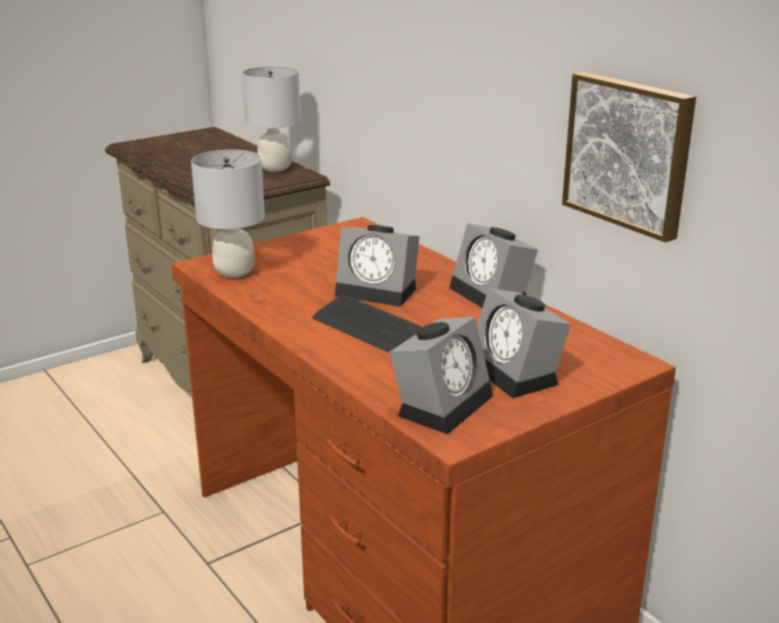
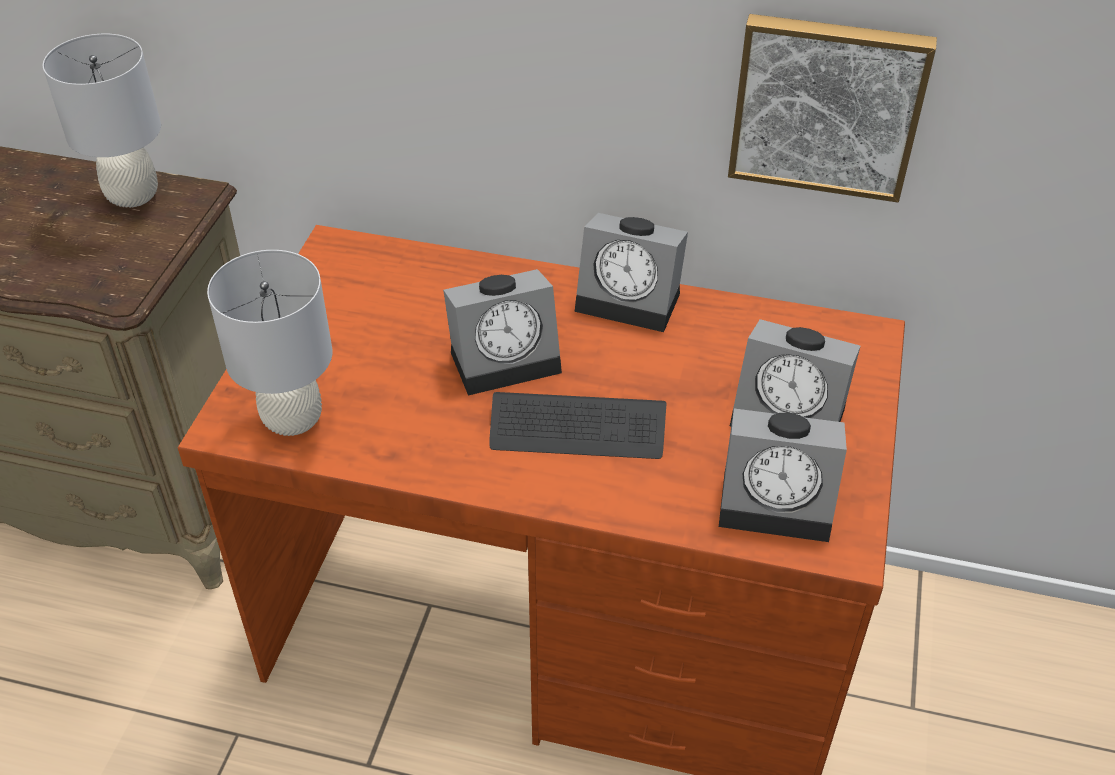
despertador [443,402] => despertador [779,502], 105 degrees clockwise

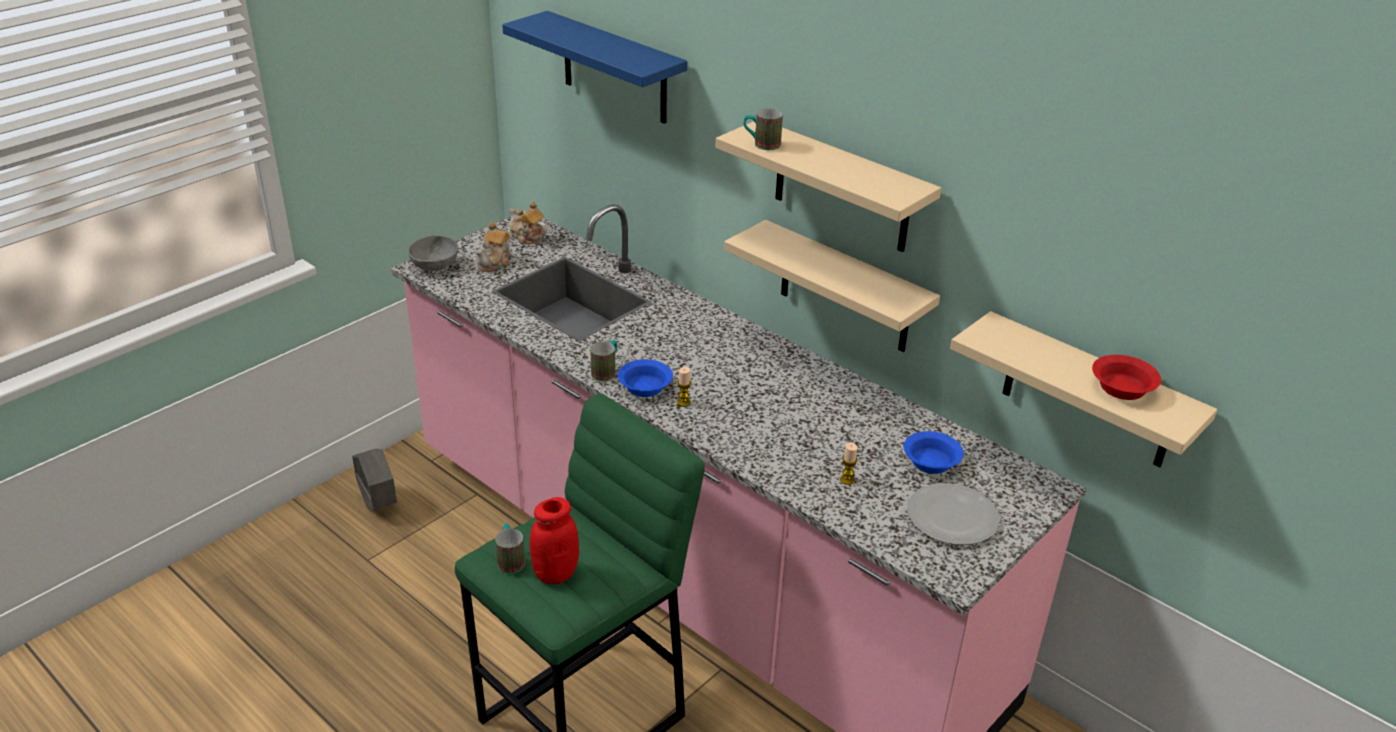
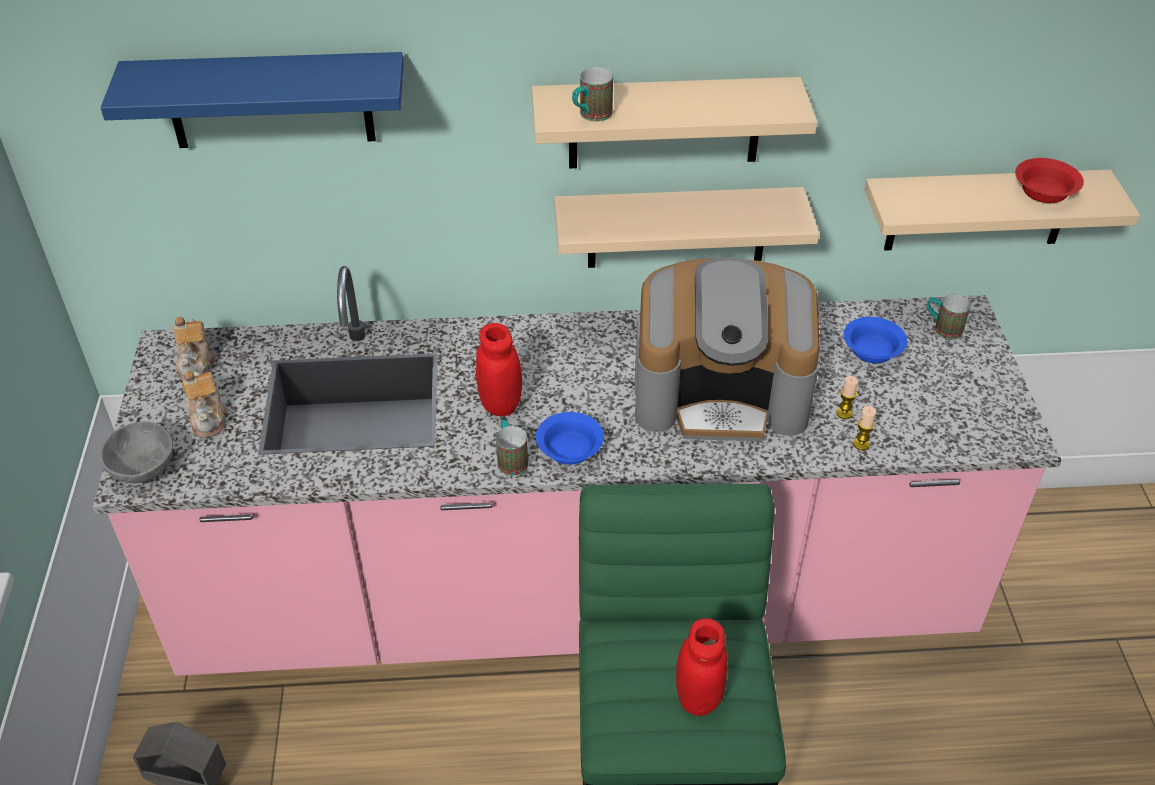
plato [953,518] => nothing
nothing => tarro [rojo] [500,404]
nothing => cafetera [721,393]
taza grande [510,559] => taza grande [942,328], move
vela [683,402] => vela [861,444], move
tetera [527,237] => tetera [196,363], 90 degrees counterclockwise

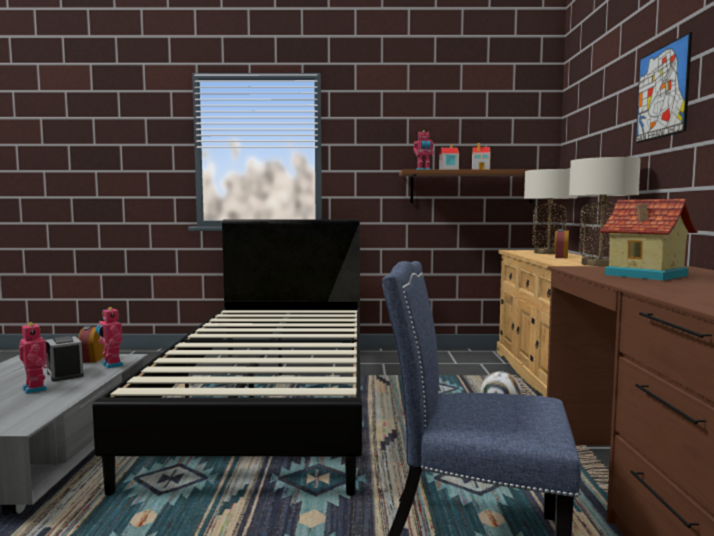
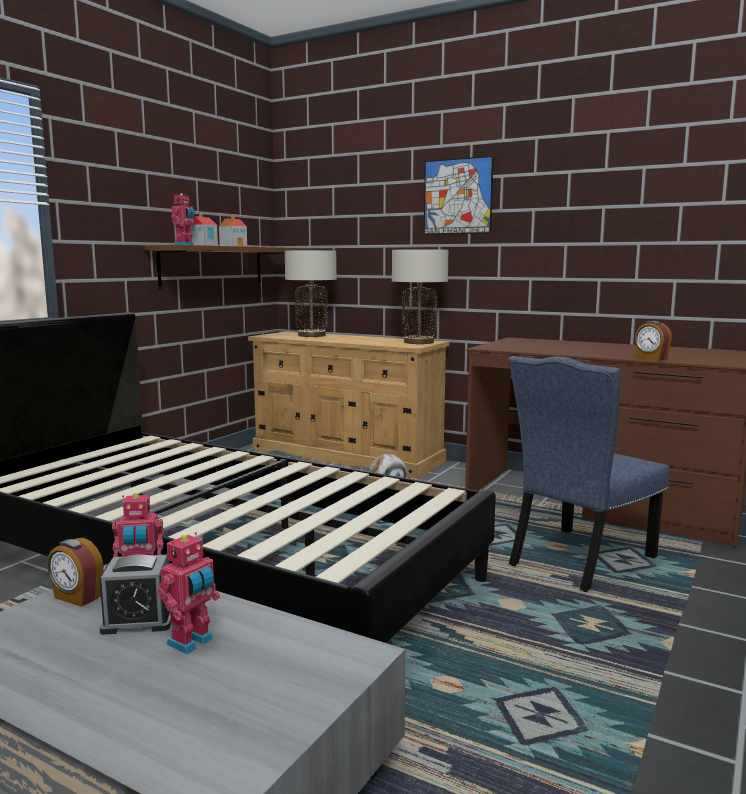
casita [645,275] => nothing
despertador [560,257] => despertador [651,358], move
robot de juguete [37,389] => robot de juguete [192,642], 135 degrees clockwise

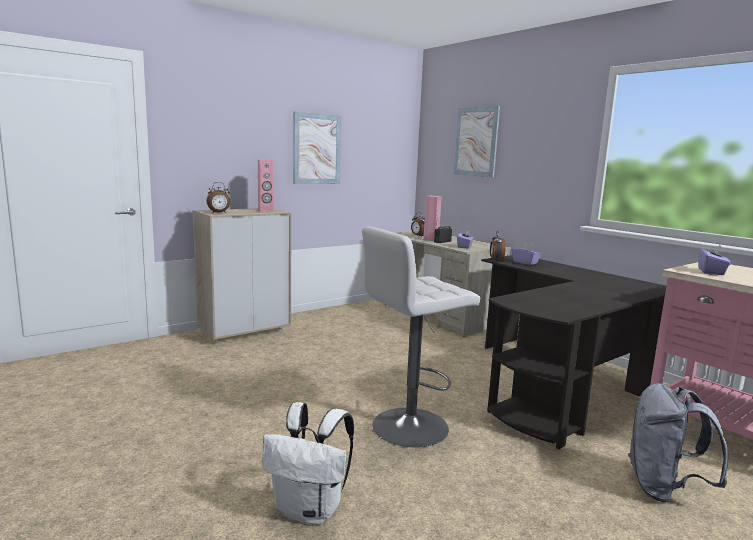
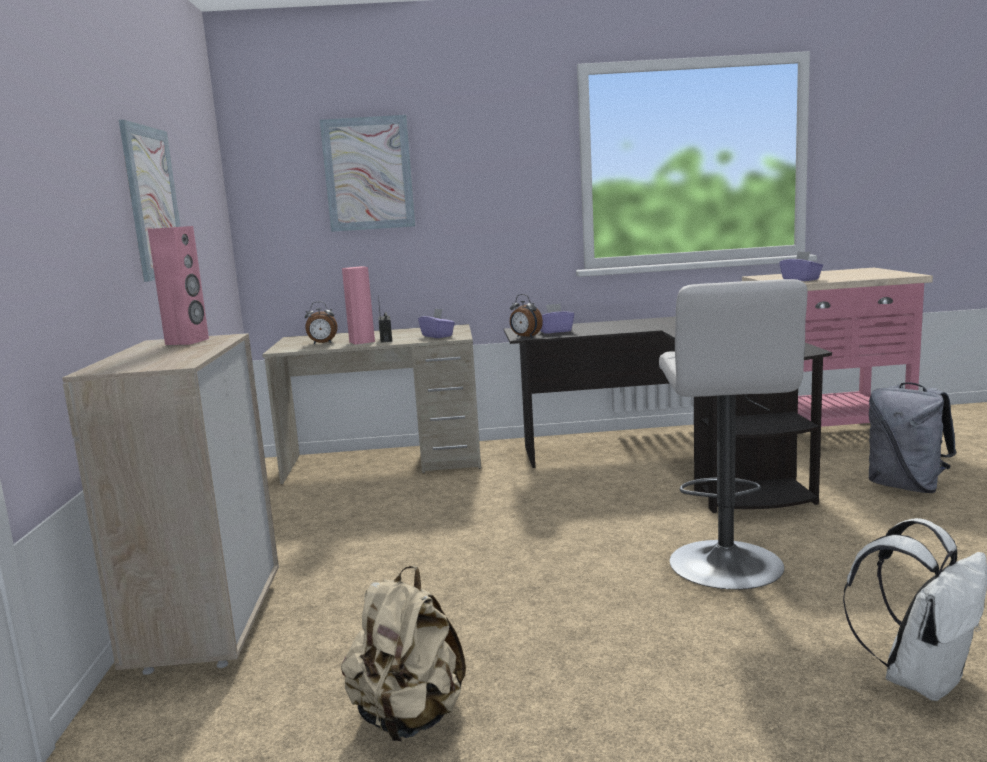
despertador [219,213] => nothing
nothing => mochila [beis] [409,718]

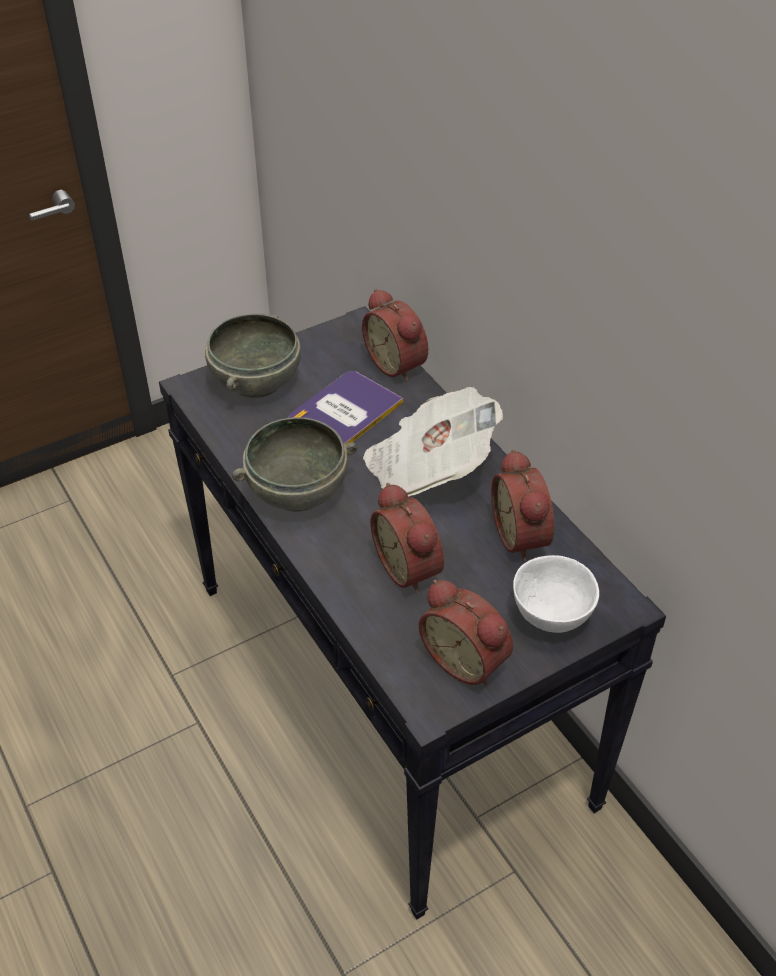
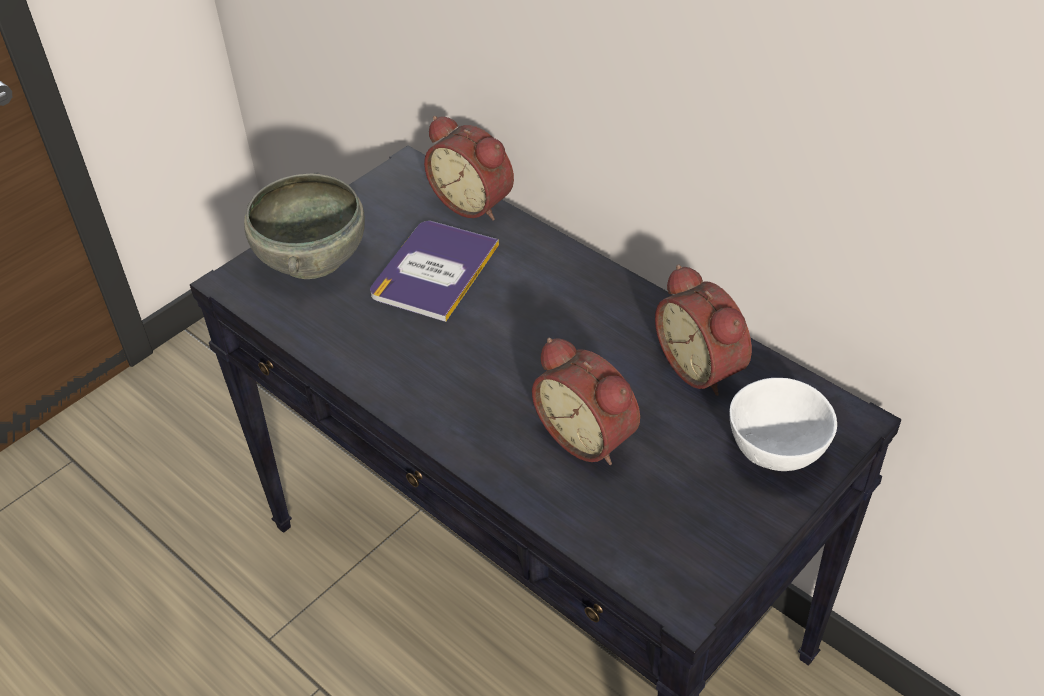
cuenco [gris] [297,490] => nothing
periódico [428,468] => nothing
despertador [467,659] => nothing

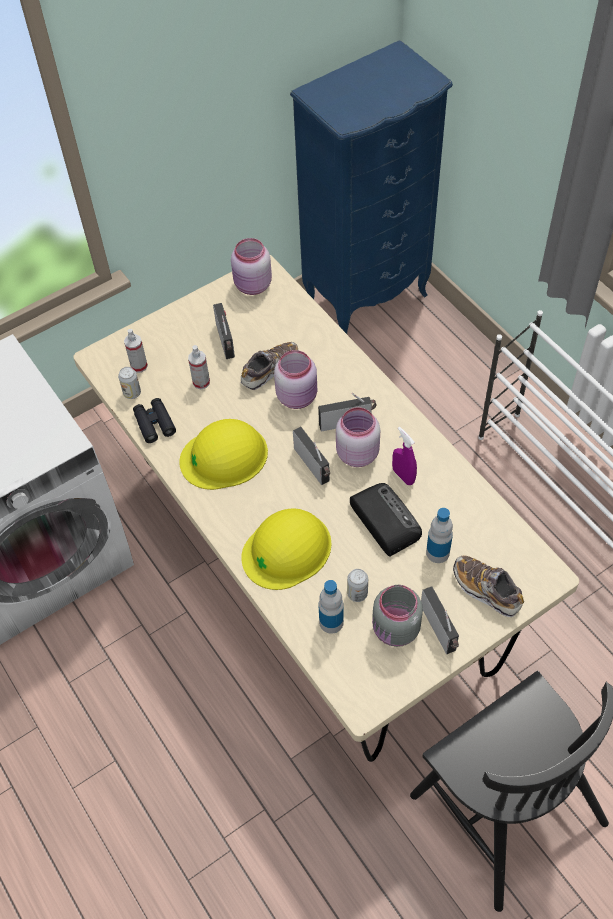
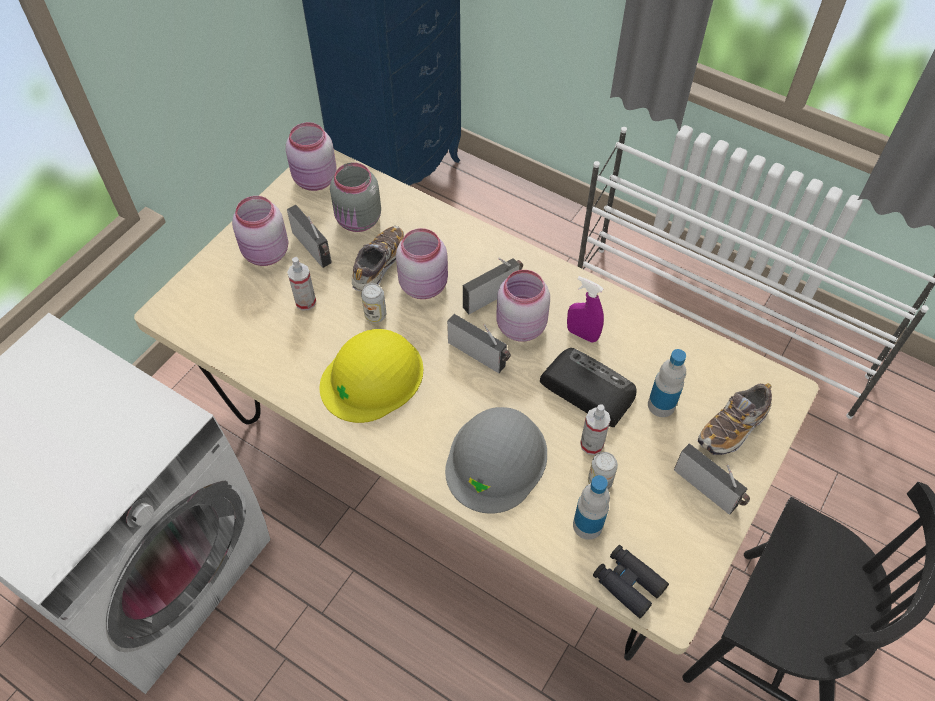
nothing => tarro [rosa] [266,254]
lata [132,393] => lata [375,315], move
pulverizador [139,366] => pulverizador [591,444], move
prismáticos [negro] [154,423] => prismáticos [negro] [628,583], move
tarro [gris] [395,630] => tarro [gris] [358,221], move
casco [amarillo] [287,549] => casco [gris] [496,459]
zapato [486,590] => zapato [732,428], 60 degrees counterclockwise

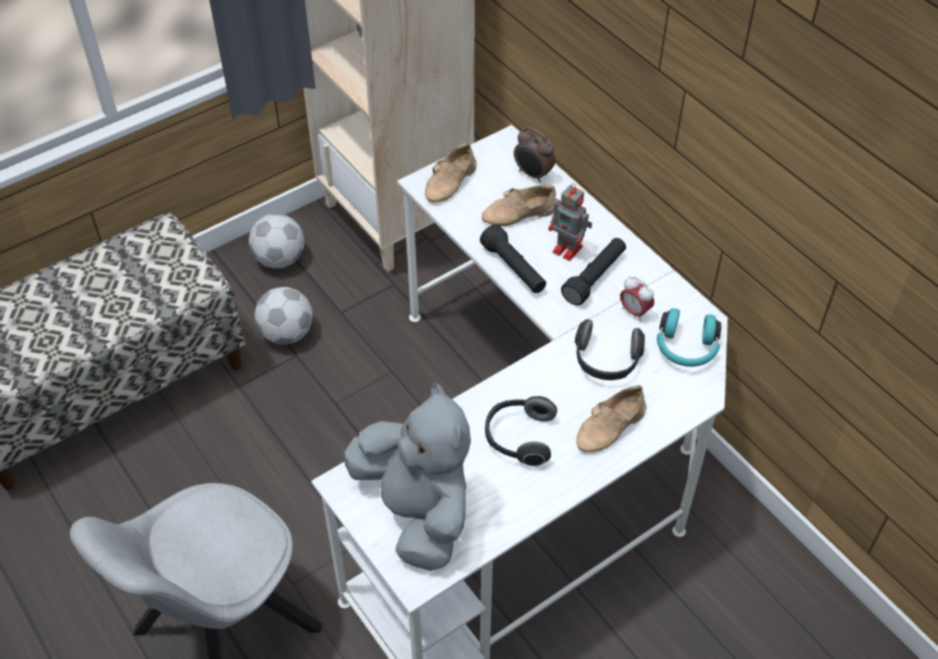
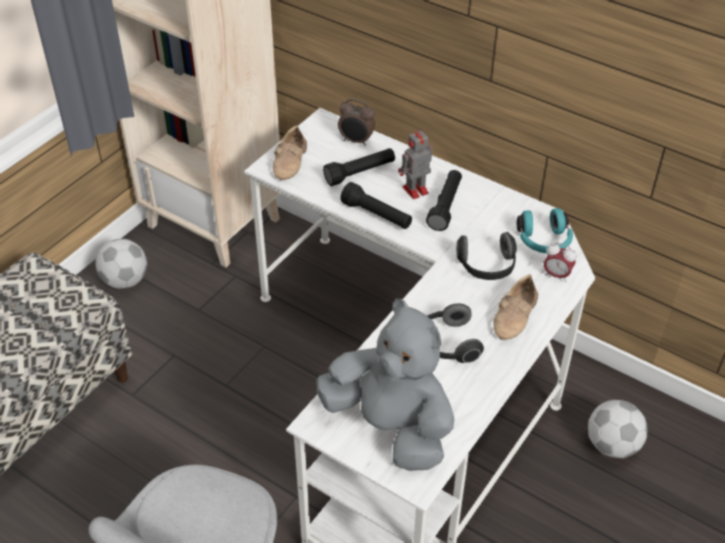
balón de fútbol [287,333] => balón de fútbol [613,445], move
despertador [634,312] => despertador [556,275], move
zapato [beis] [519,214] => linterna [negro] [360,173]
robot de juguete [569,250] => robot de juguete [414,190], 135 degrees clockwise

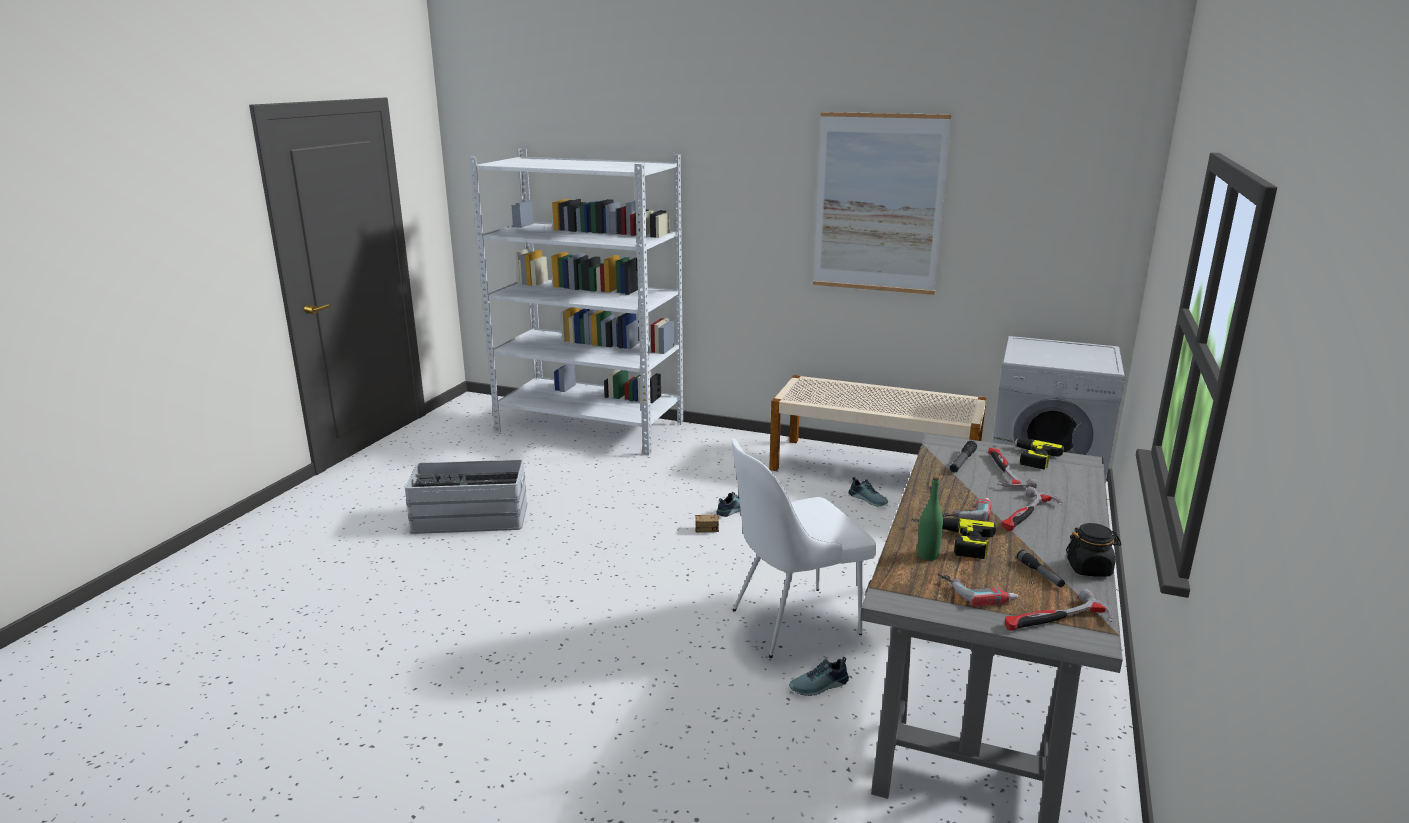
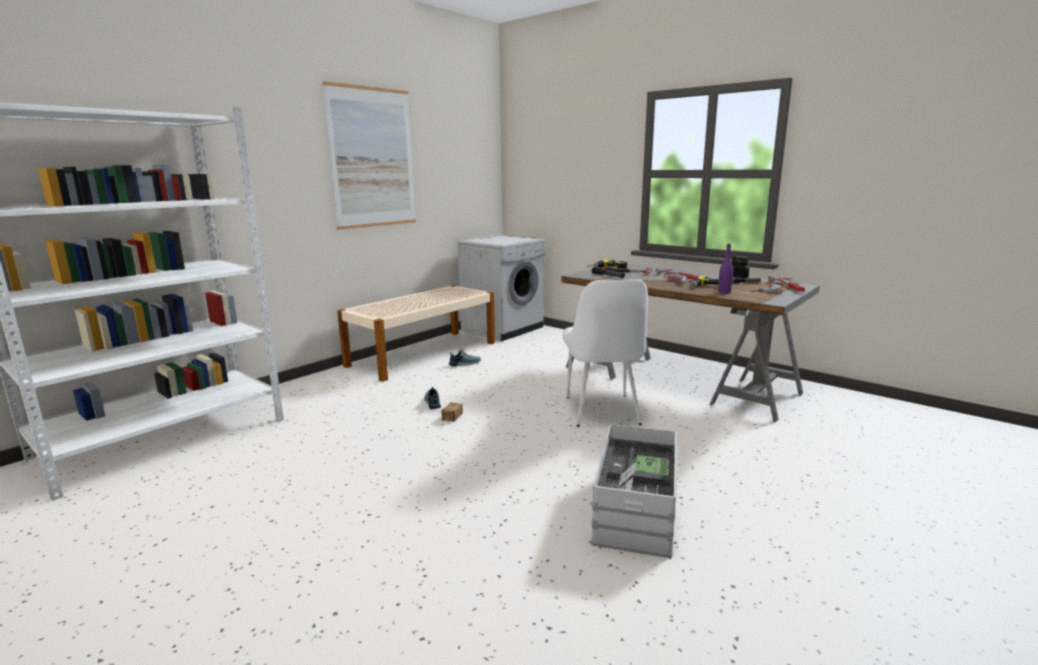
zapato [819,686] => nothing
caja de almacenaje [gris] [470,518] => caja de almacenaje [gris] [637,510], move
botella [verde] [928,555] => botella [morado] [724,292]

